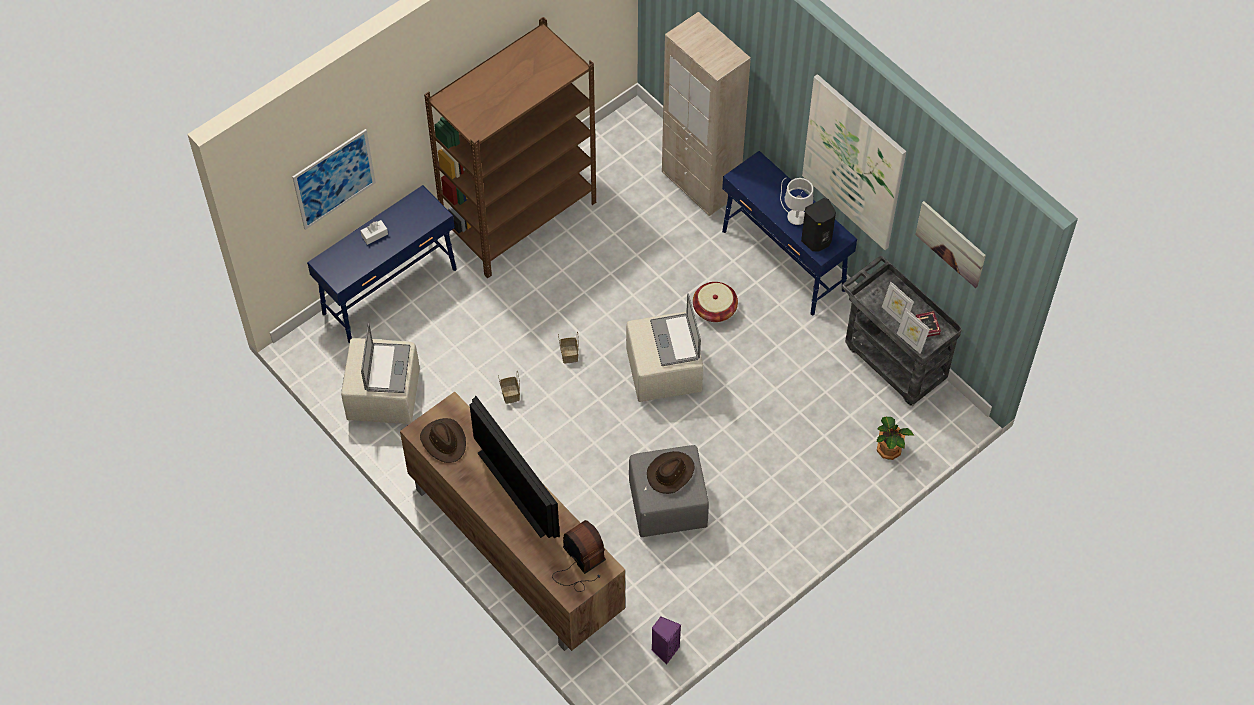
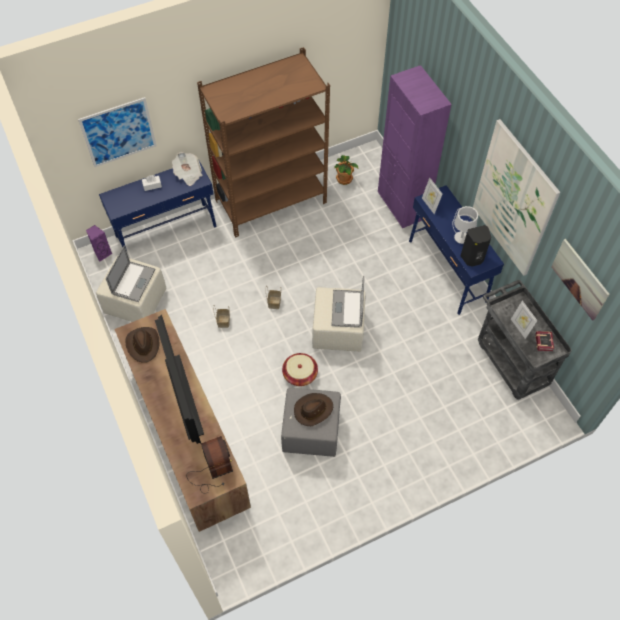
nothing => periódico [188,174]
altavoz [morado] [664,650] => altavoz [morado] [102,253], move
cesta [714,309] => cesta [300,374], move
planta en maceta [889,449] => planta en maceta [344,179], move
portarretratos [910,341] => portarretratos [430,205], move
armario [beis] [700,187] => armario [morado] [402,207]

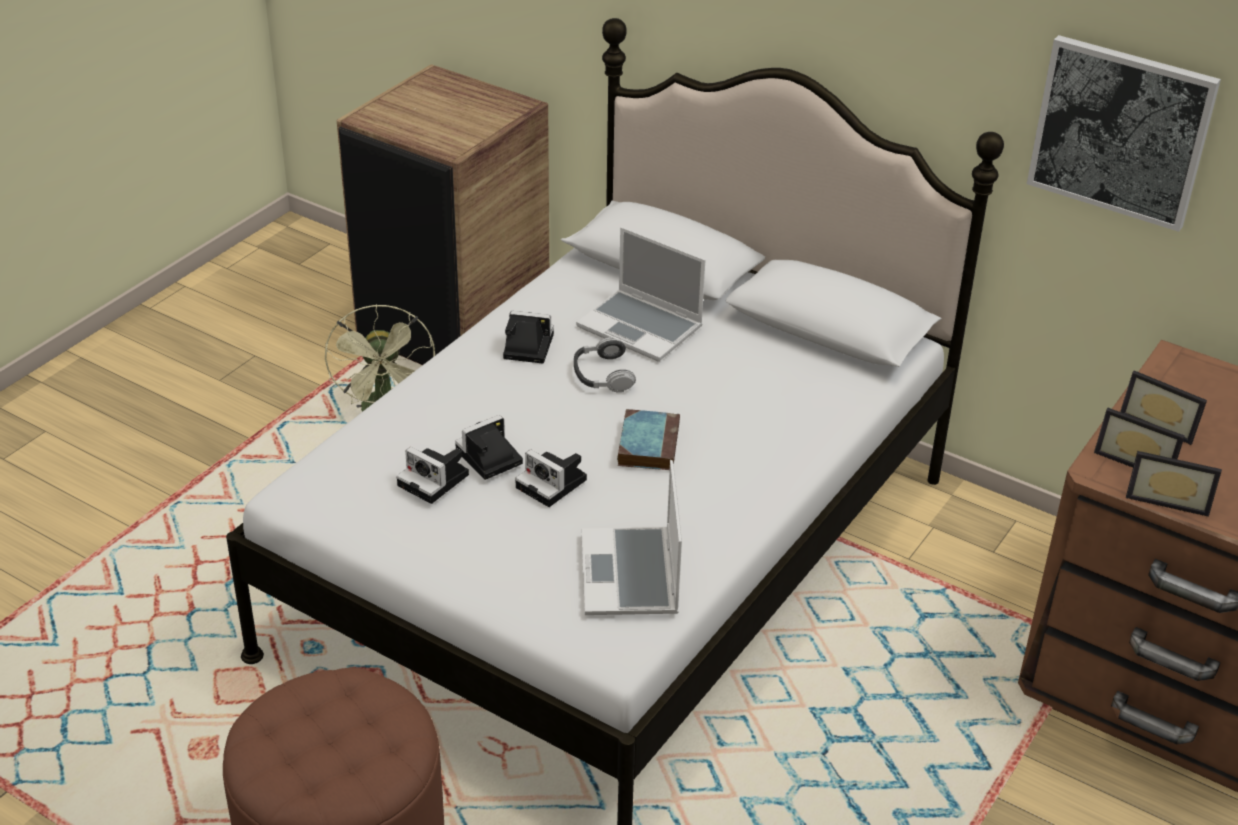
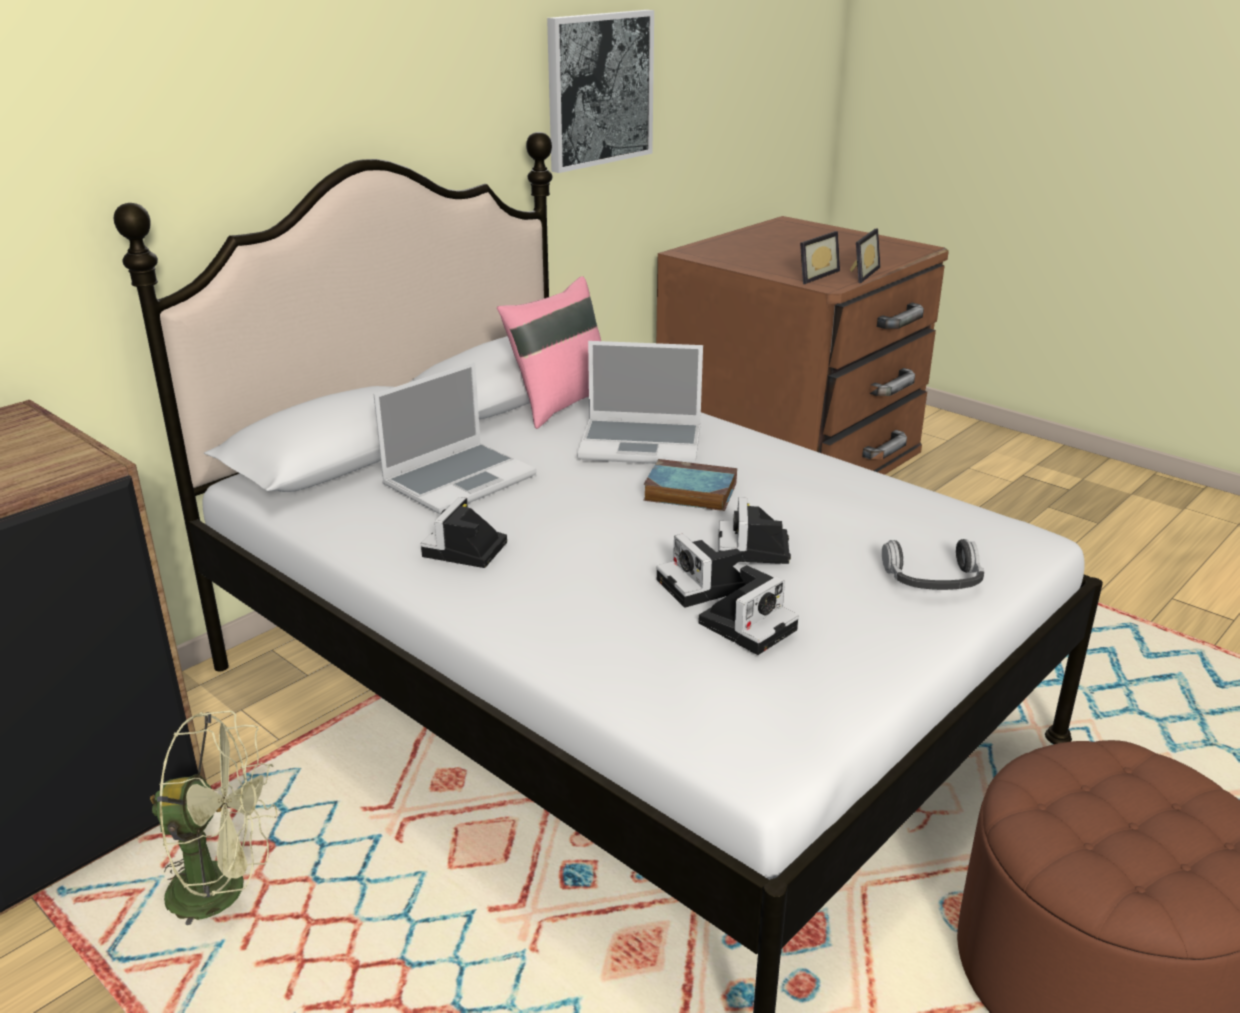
portarretratos [1160,423] => nothing
nothing => cojín [rosa] [559,404]
auriculares [602,374] => auriculares [932,579], move
portátil [631,575] => portátil [642,444], move
cámara [554,484] => cámara [754,550], 135 degrees clockwise

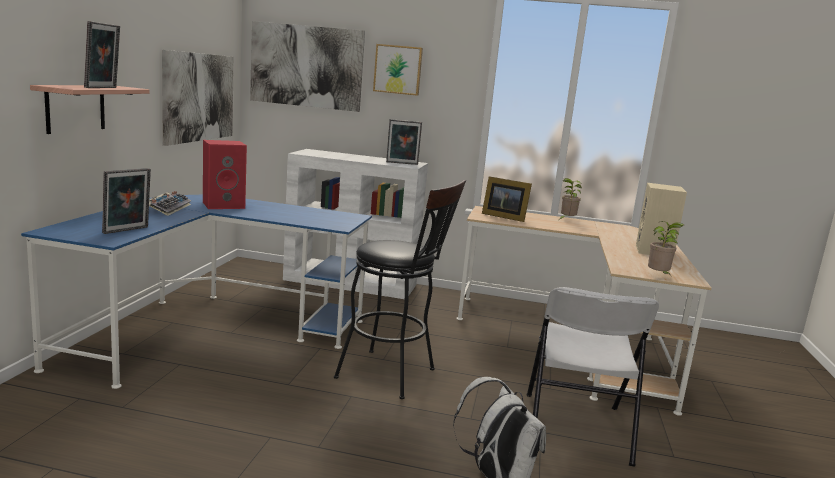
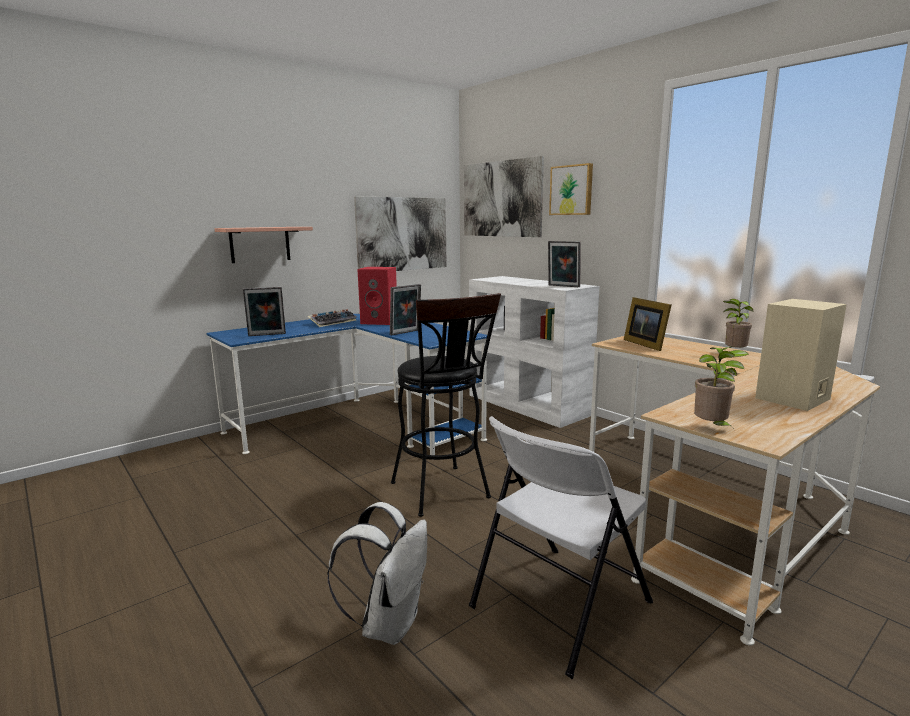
portarretratos [103,88] => portarretratos [406,333], move

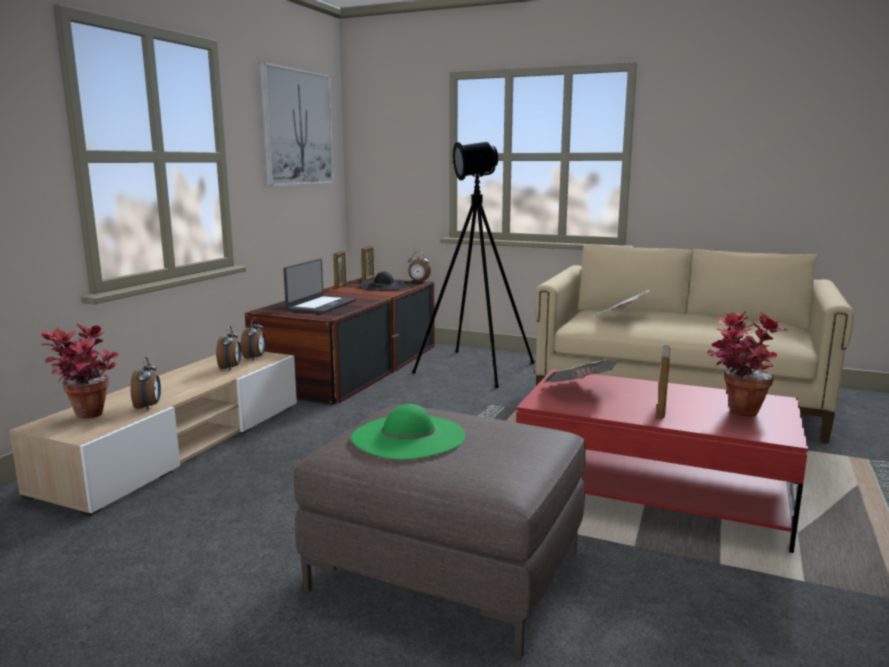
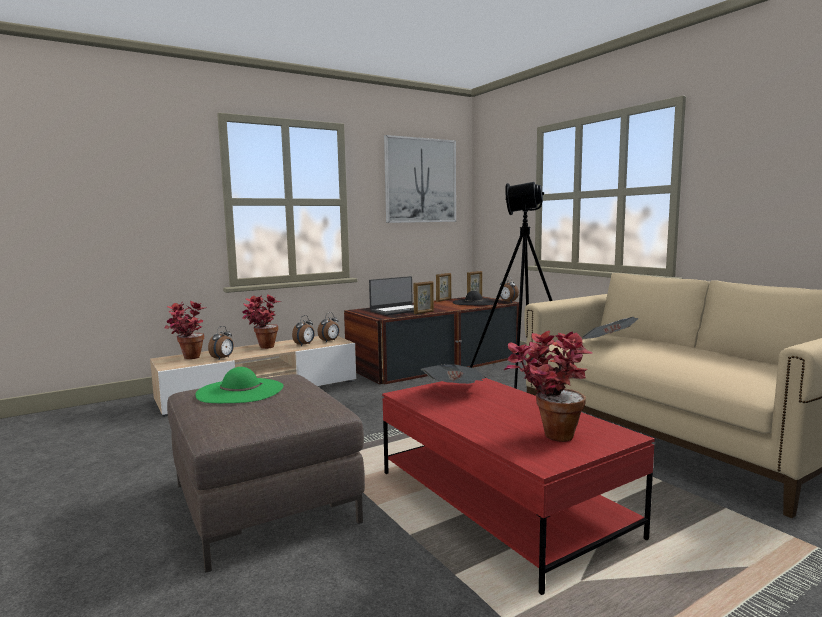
nothing => planta en maceta [262,348]
portarretratos [661,410] => portarretratos [424,312], move

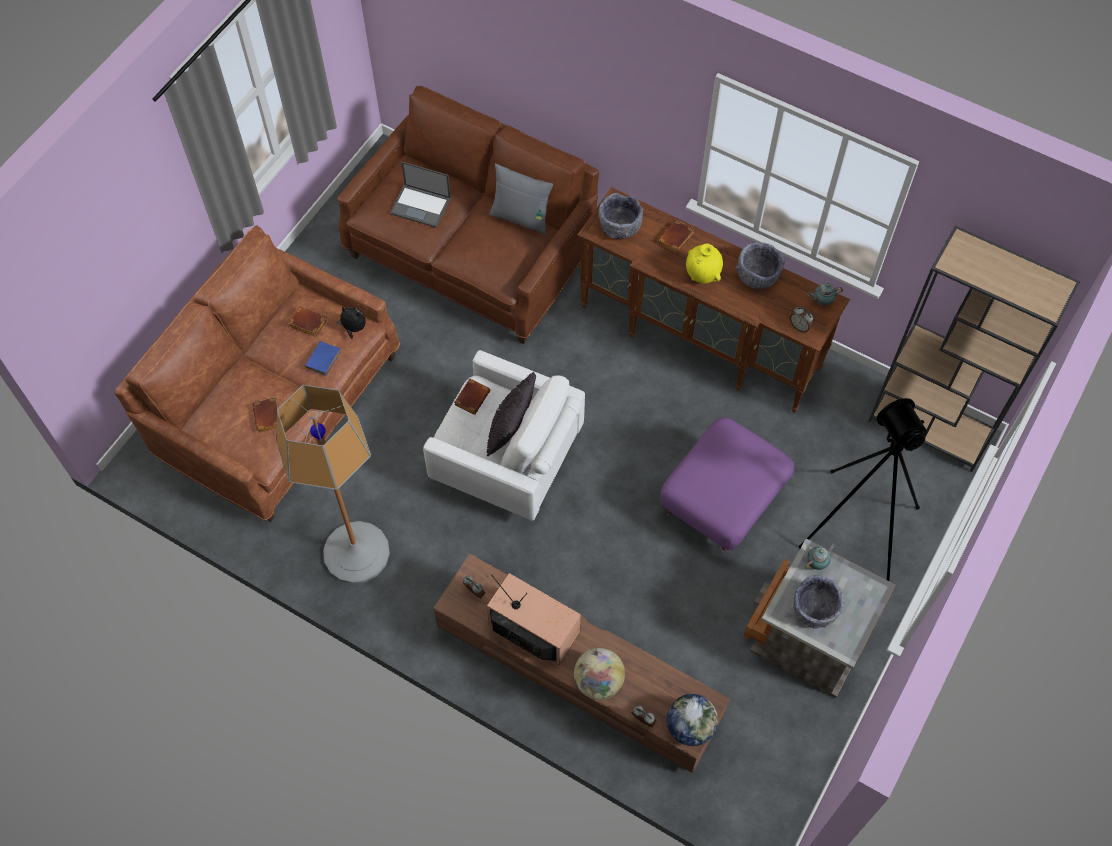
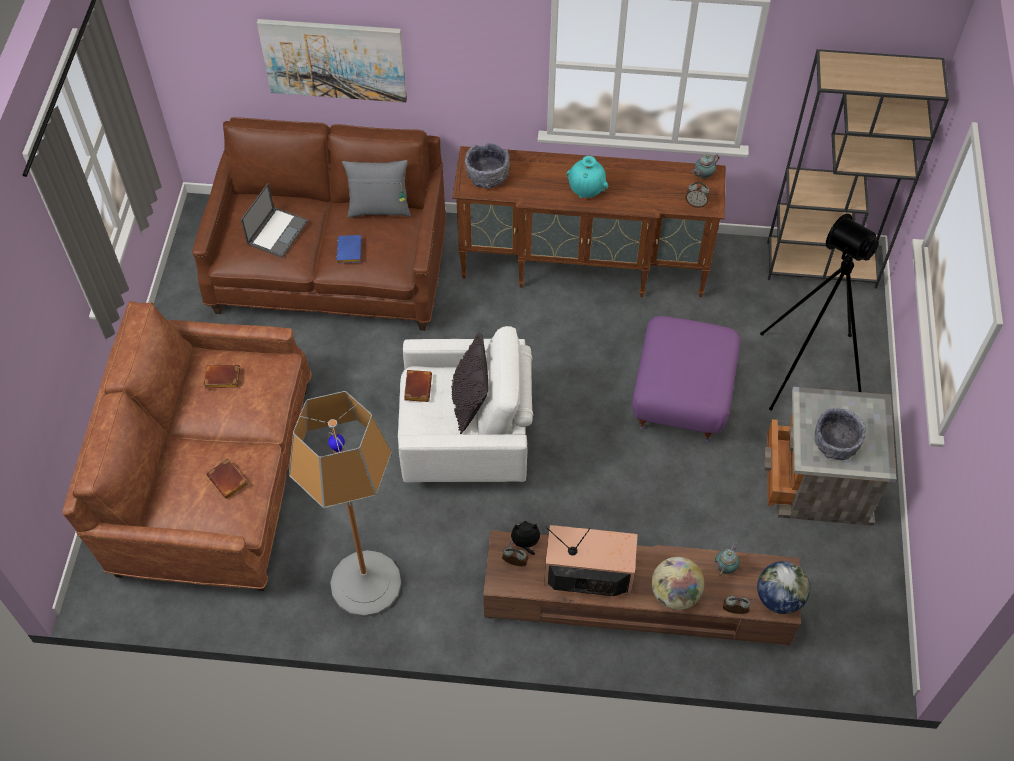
libro [marrón] [675,239] => nothing
cuenco [gris] [757,275] => nothing
nothing => cuadro [334,59]
libro [azul] [324,361] => libro [azul] [350,252], move
peluche [353,328] => peluche [525,543], move
tetera [817,563] => tetera [725,567], move
florero [amarillo] [702,275] => florero [turquesa] [586,192]
portátil [421,206] => portátil [277,232], 60 degrees counterclockwise

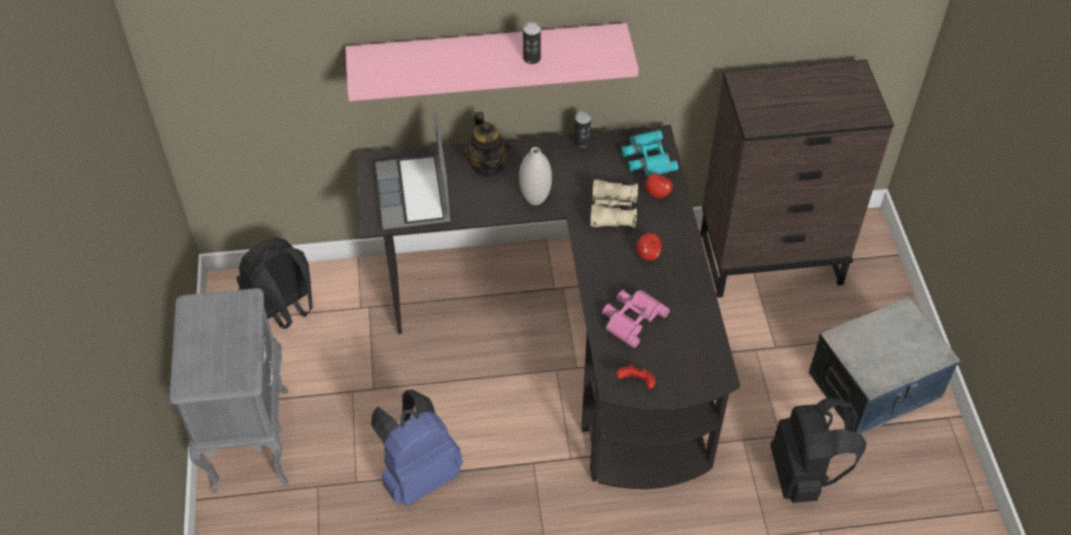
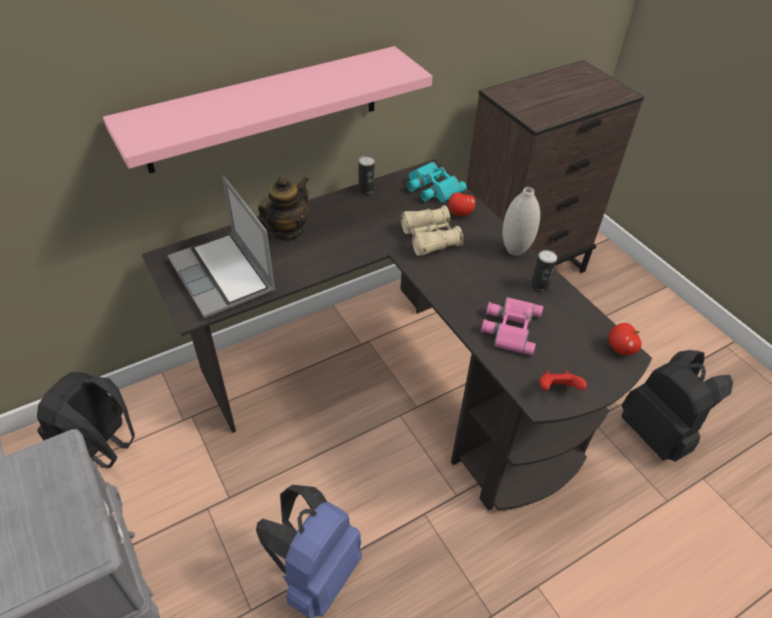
caja de almacenaje [874,387] => nothing
florero [blanco] [535,199] => florero [blanco] [515,250], move
lata [532,58] => lata [539,286], move
manzana [648,255] => manzana [620,349], move
tetera [487,165] => tetera [287,231], 105 degrees counterclockwise

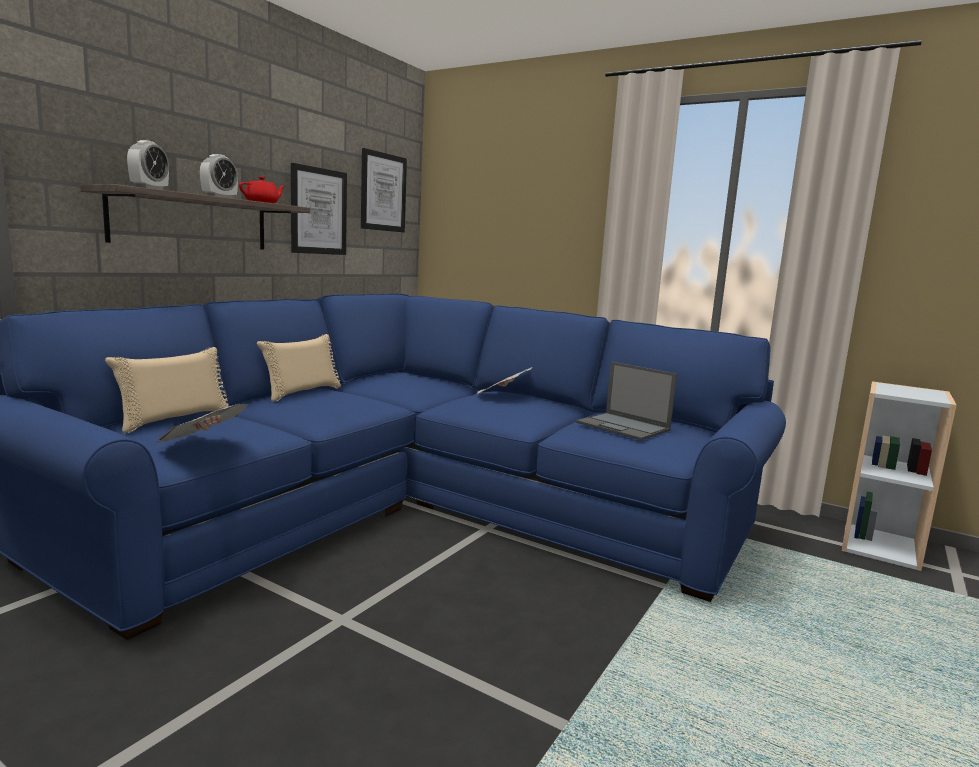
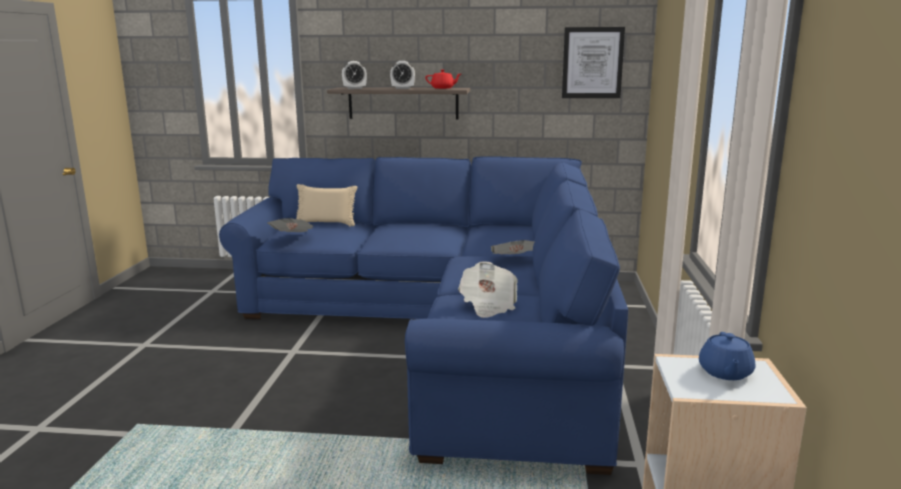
cojín [beis] [302,393] => nothing
cuadro [318,211] => nothing
nothing => tetera [azul] [725,373]
portátil [624,427] => periódico [488,305]

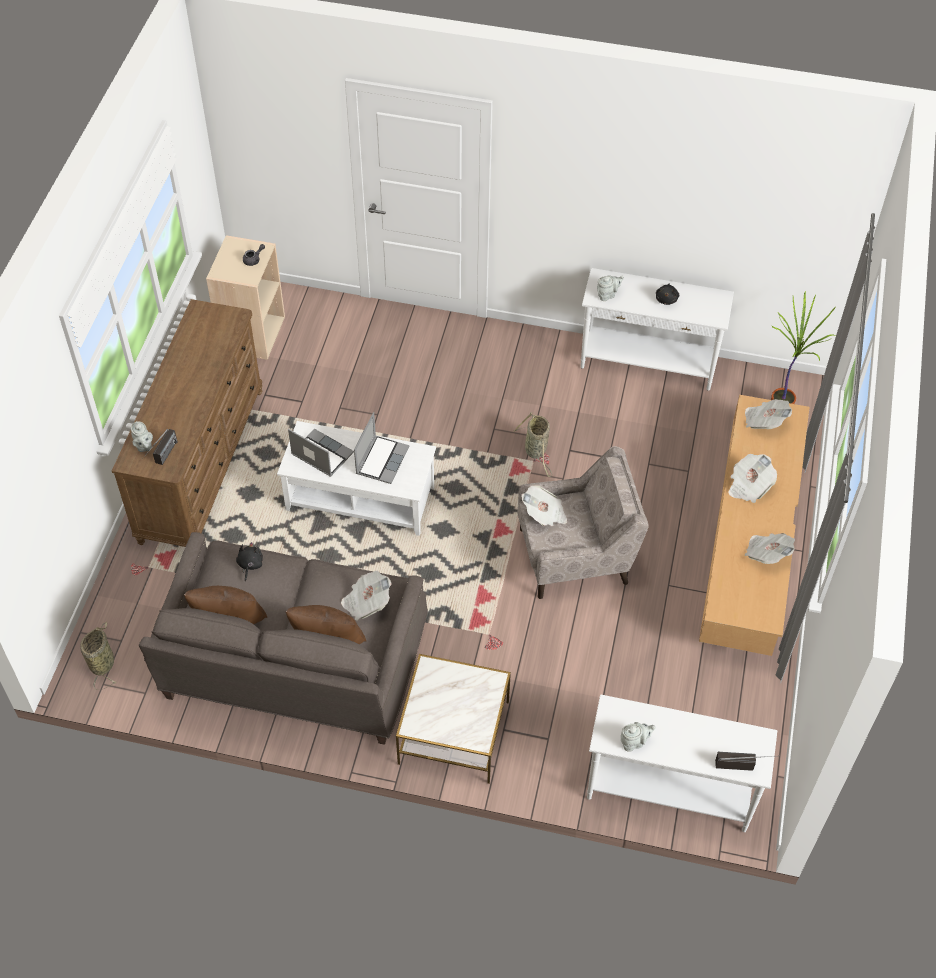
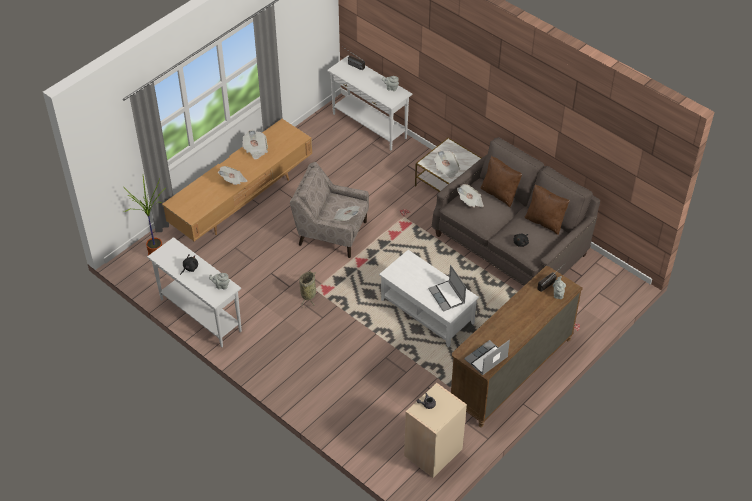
cesta [102,662] => nothing
portátil [382,460] => portátil [486,359], move
periódico [764,421] => periódico [447,169], move

